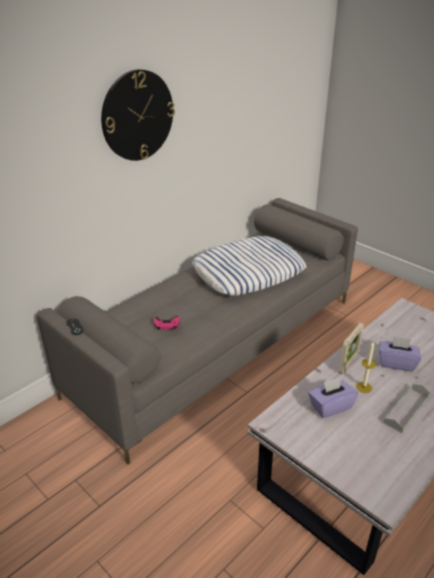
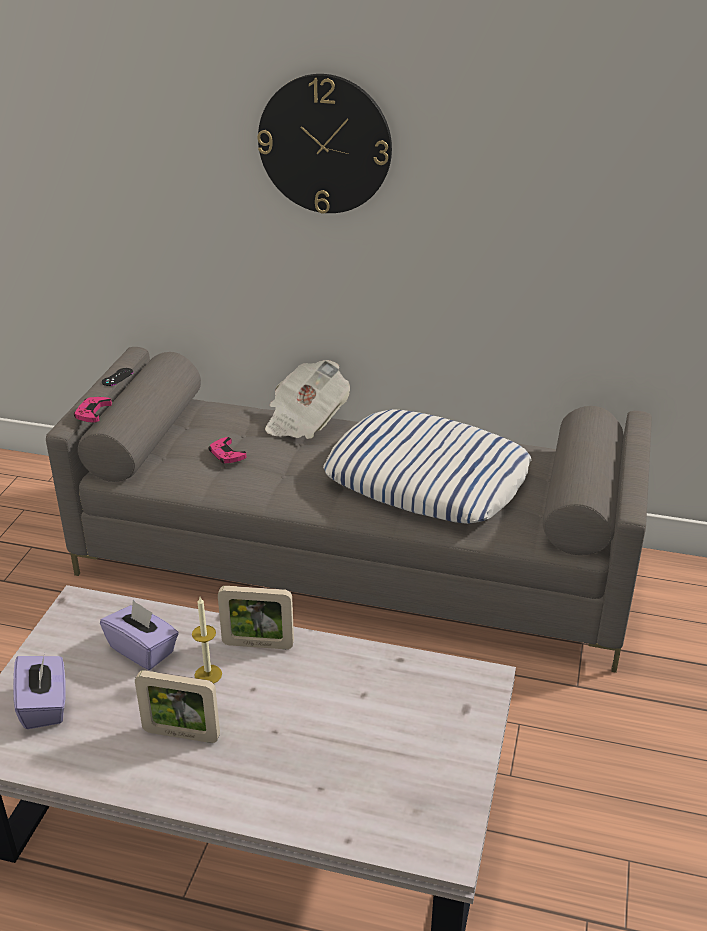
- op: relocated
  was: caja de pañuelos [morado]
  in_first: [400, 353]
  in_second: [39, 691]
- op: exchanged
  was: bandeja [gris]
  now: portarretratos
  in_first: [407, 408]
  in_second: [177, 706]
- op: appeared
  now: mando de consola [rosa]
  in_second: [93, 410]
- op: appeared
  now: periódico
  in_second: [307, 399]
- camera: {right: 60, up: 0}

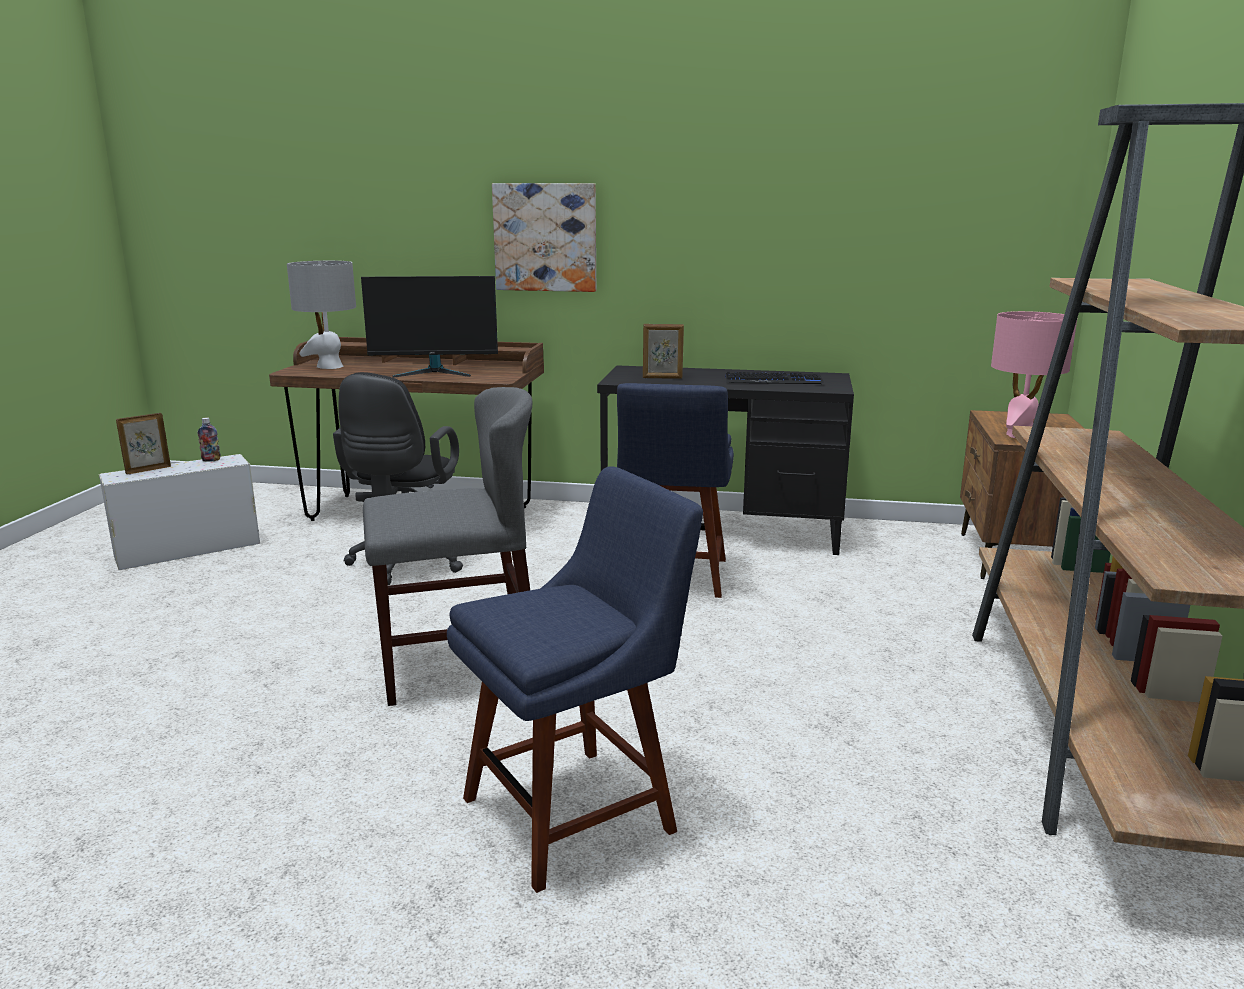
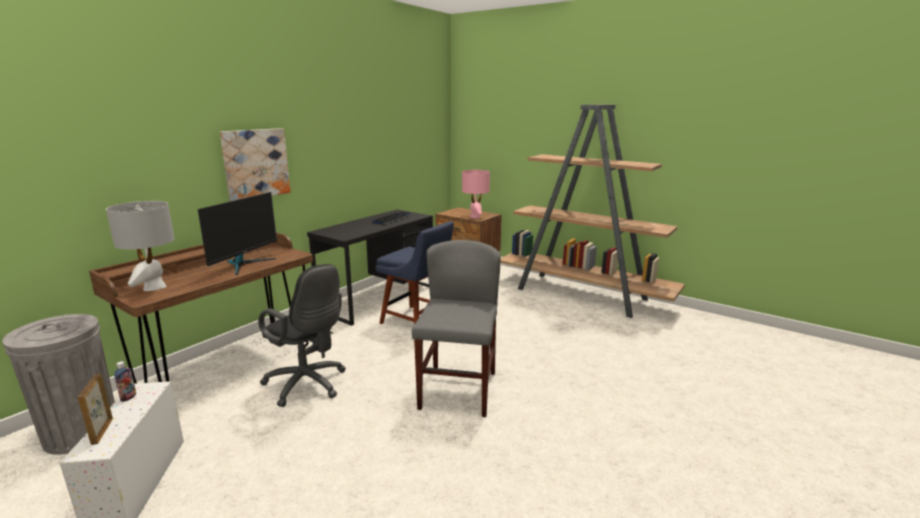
- op: missing
  was: silla [azul]
  in_first: [575, 679]
- op: missing
  was: portarretratos
  in_first: [663, 351]
- op: appeared
  now: papelera [gris]
  in_second: [58, 384]
- camera: {right: -65, up: 0}

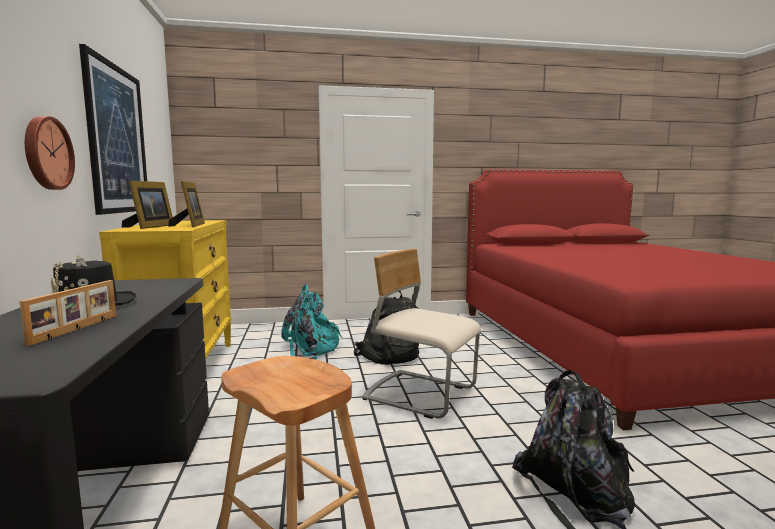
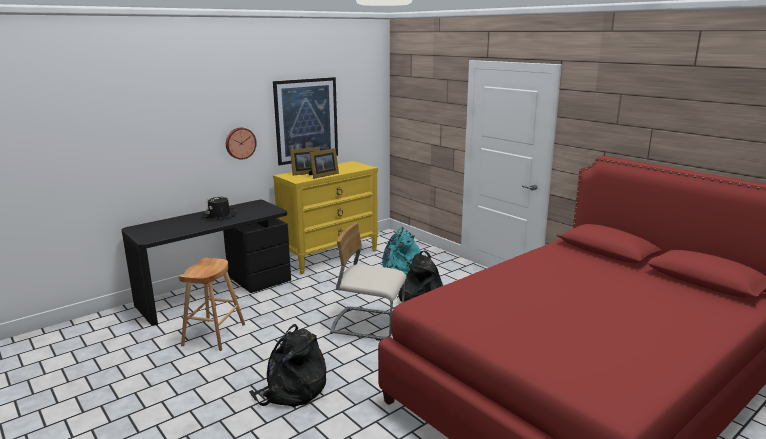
- op: missing
  was: portarretratos
  in_first: [68, 313]
- op: spun
  was: silla [beis]
  in_first: [421, 334]
  in_second: [368, 282]
  clockwise: -75
- camera: {right: 60, up: 10}

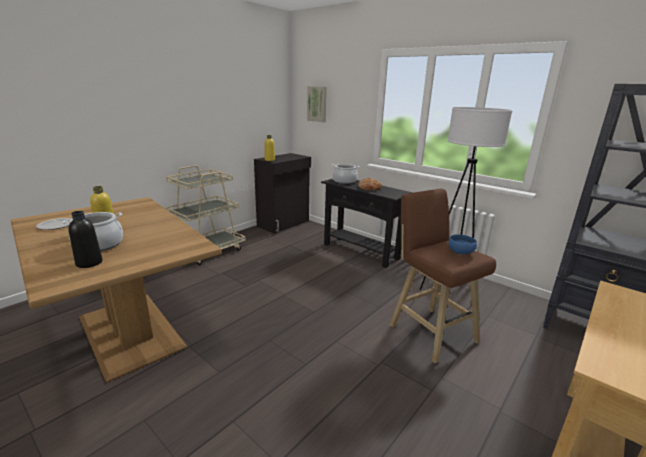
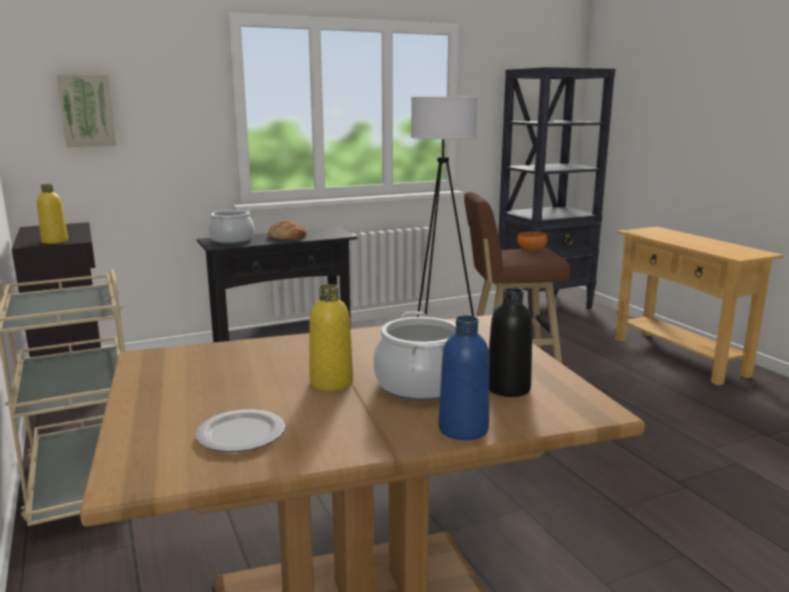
- op: colour
  was: cuenco [azul]
  now: cuenco [naranja]
  in_first: [463, 244]
  in_second: [532, 241]
- op: appeared
  now: botella [azul]
  in_second: [464, 377]
- camera: {right: -65, up: -5}

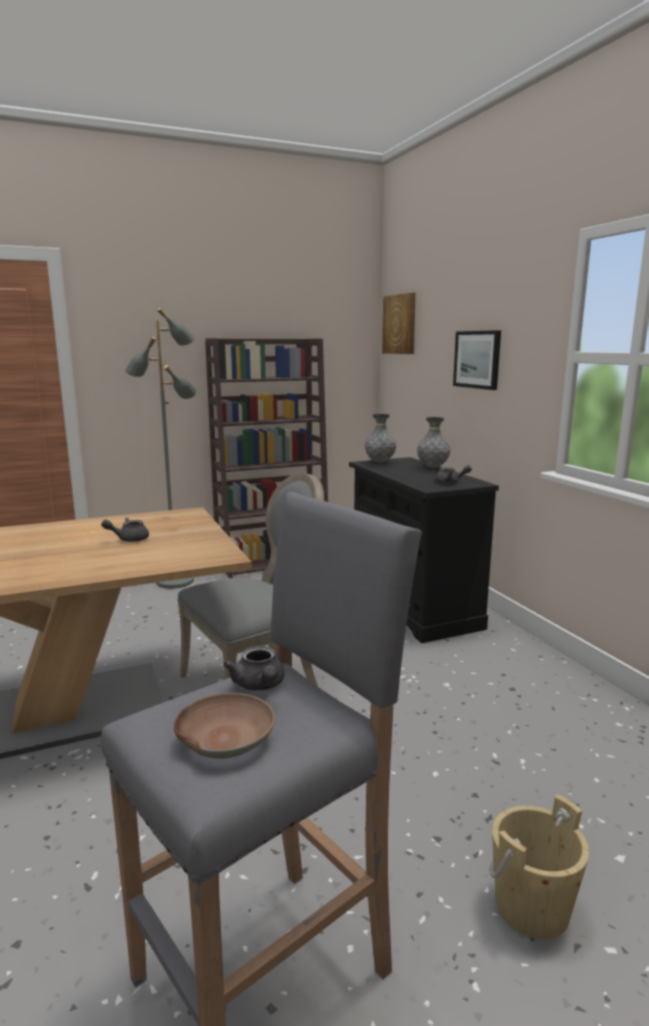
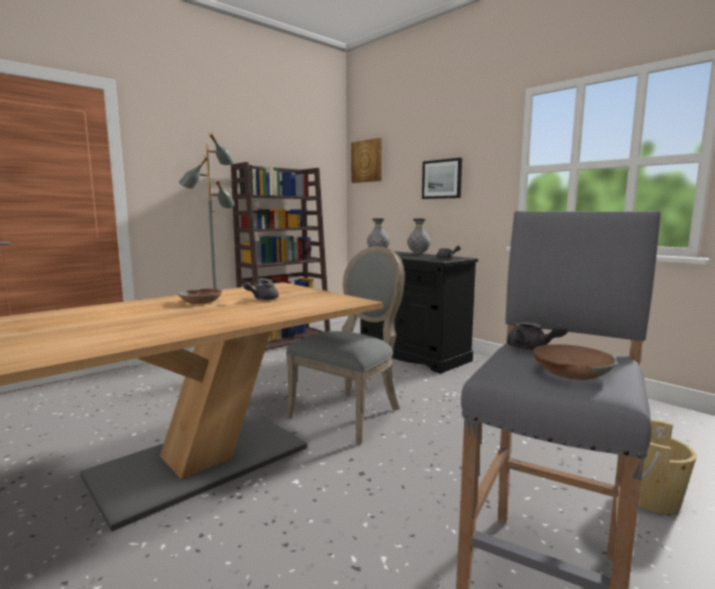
- op: appeared
  now: cuenco [marrón]
  in_second: [200, 296]
- camera: {right: -20, up: -5}

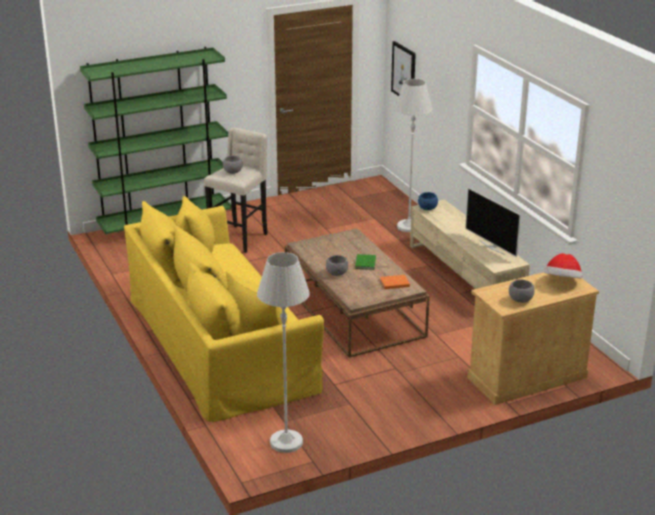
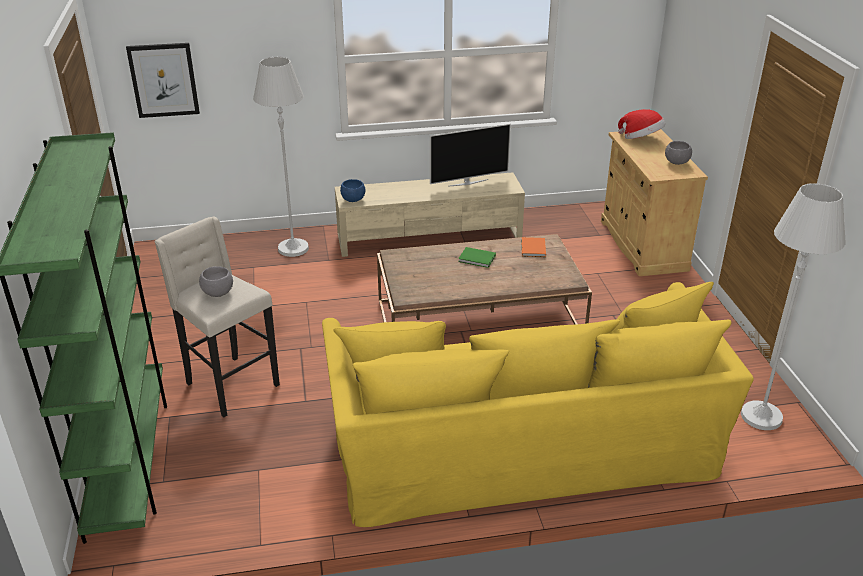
- op: missing
  was: cuenco [gris]
  in_first: [337, 265]
- camera: {right: -75, up: 5}

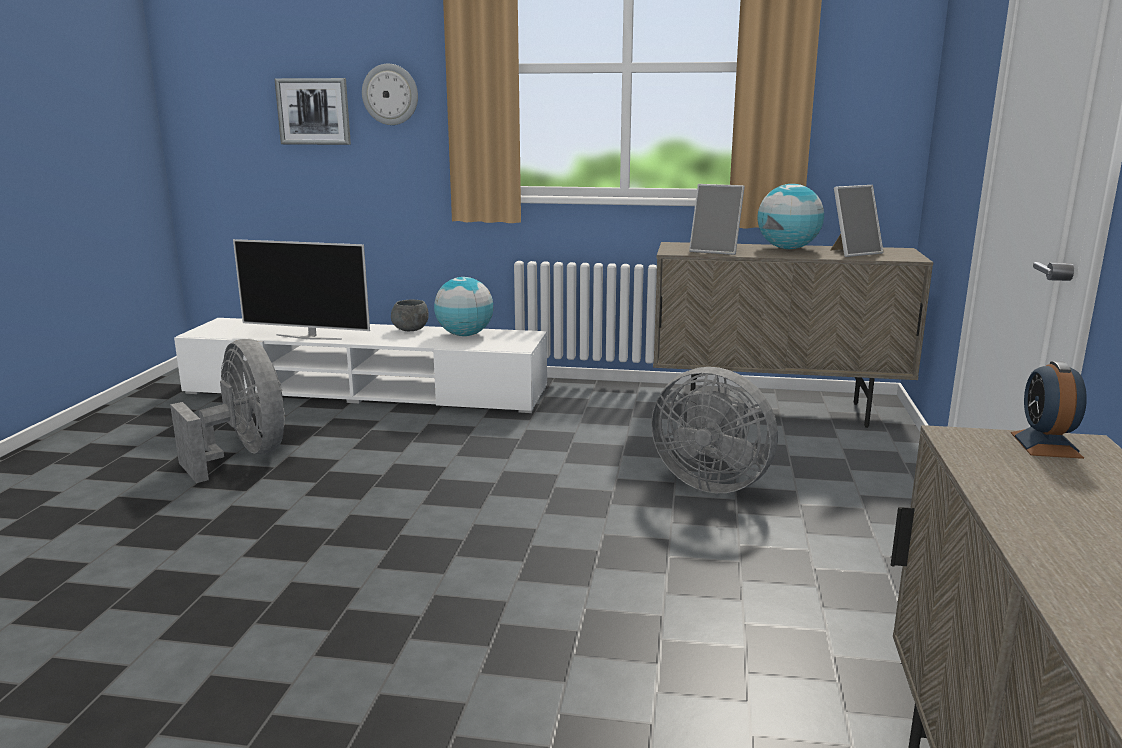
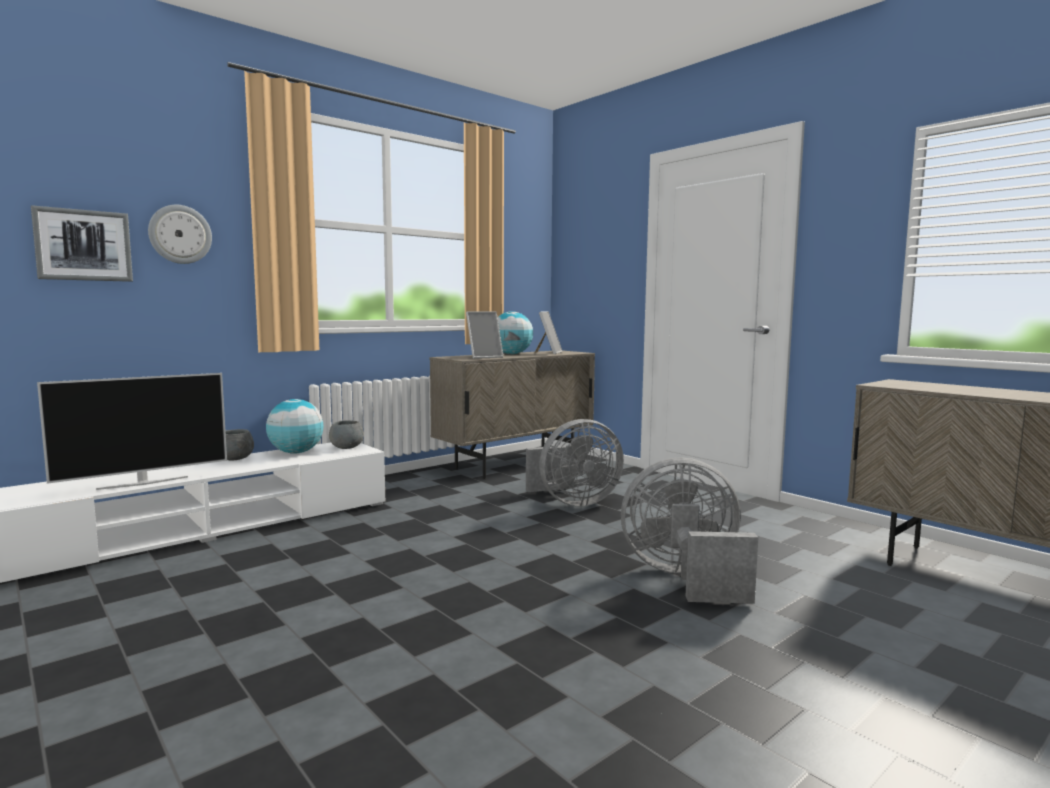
- op: relocated
  was: ventilador [gris]
  in_first: [227, 411]
  in_second: [690, 530]
- op: missing
  was: despertador
  in_first: [1049, 410]
- op: appeared
  now: cuenco [gris]
  in_second: [346, 434]
- camera: {right: -50, up: -10}

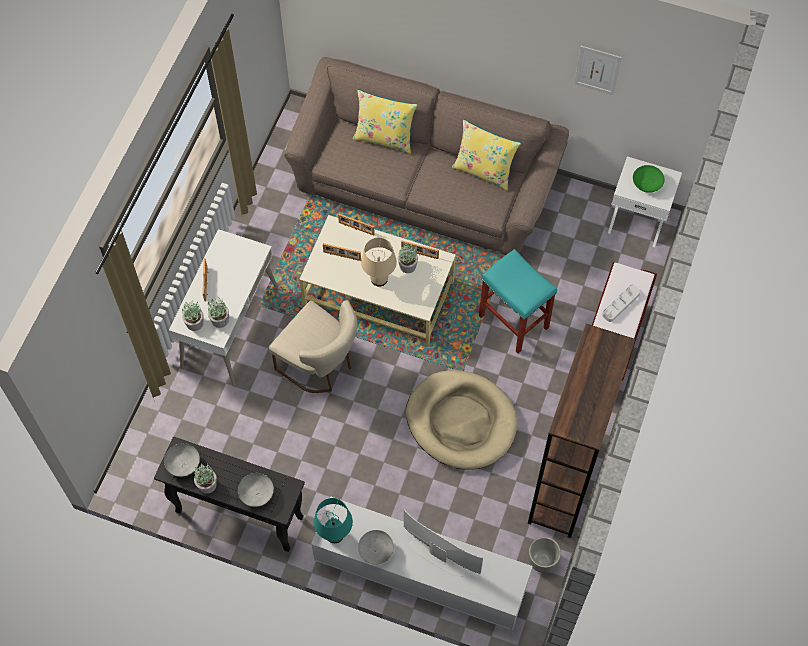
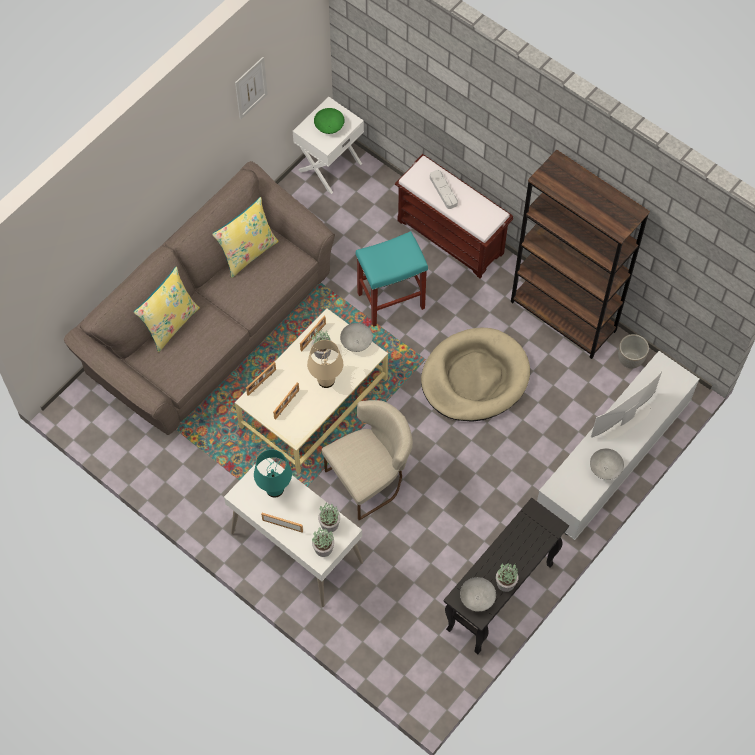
- op: relocated
  was: cuenco [gris]
  in_first: [256, 490]
  in_second: [356, 337]
- op: relocated
  was: lámpara de mesa [turquesa]
  in_first: [333, 520]
  in_second: [273, 473]
- camera: {right: -70, up: 0}

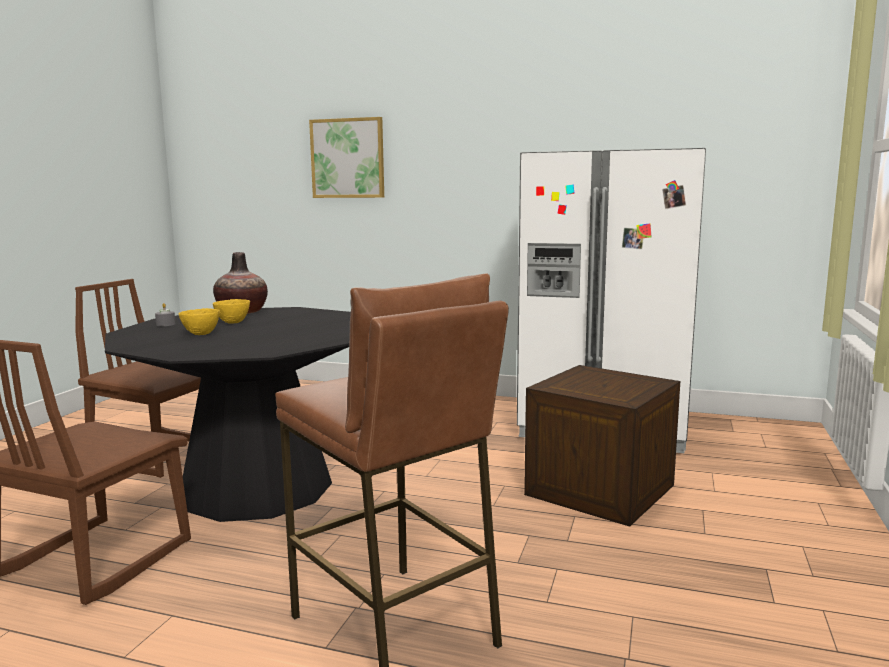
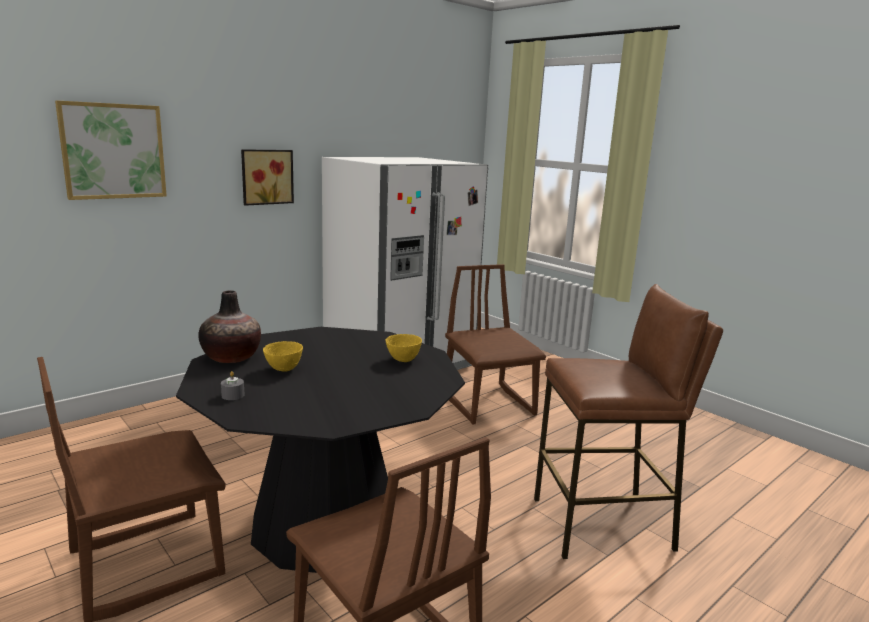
- op: relocated
  was: cuenco [amarillo]
  in_first: [199, 321]
  in_second: [404, 348]
- op: exchanged
  was: caja de embalaje
  now: silla [marrón]
  in_first: [602, 446]
  in_second: [495, 344]
- op: appeared
  now: cuadro
  in_second: [267, 177]
- camera: {right: -60, up: 5}

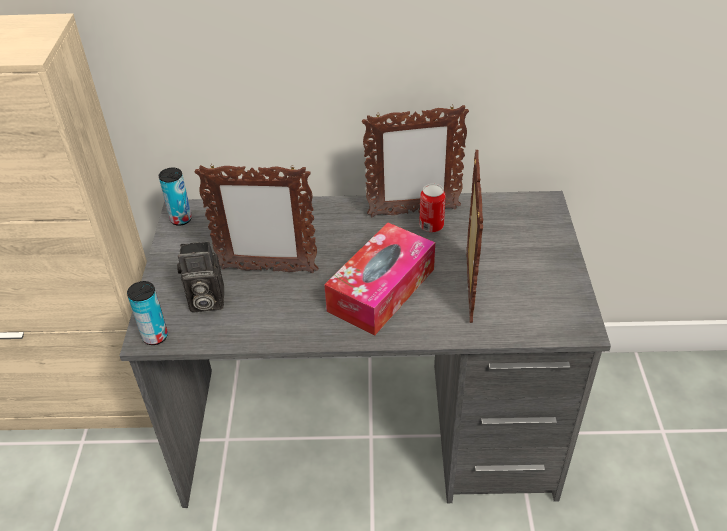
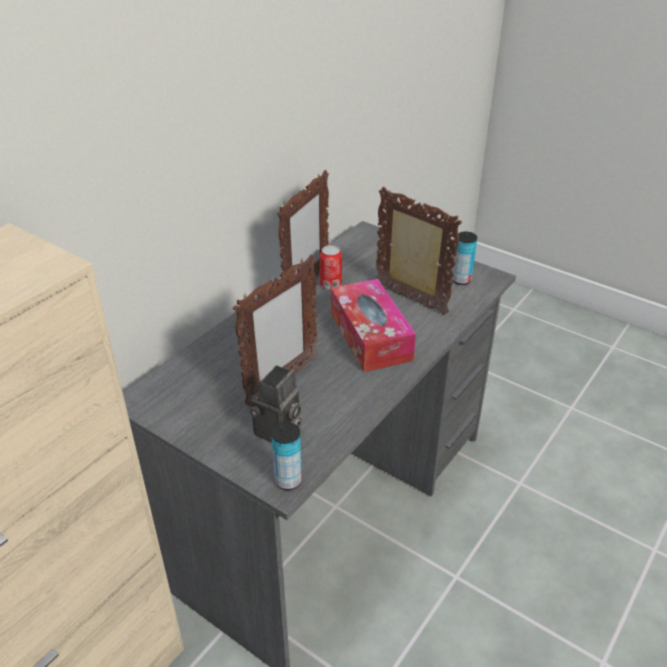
- op: relocated
  was: lata
  in_first: [175, 197]
  in_second: [464, 258]
- camera: {right: -55, up: -5}

